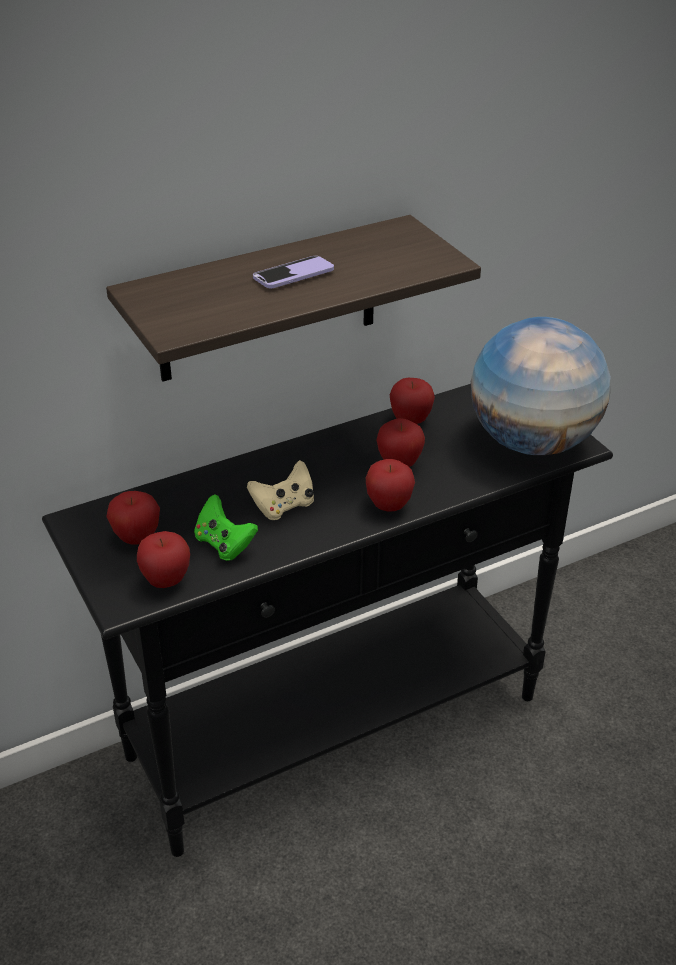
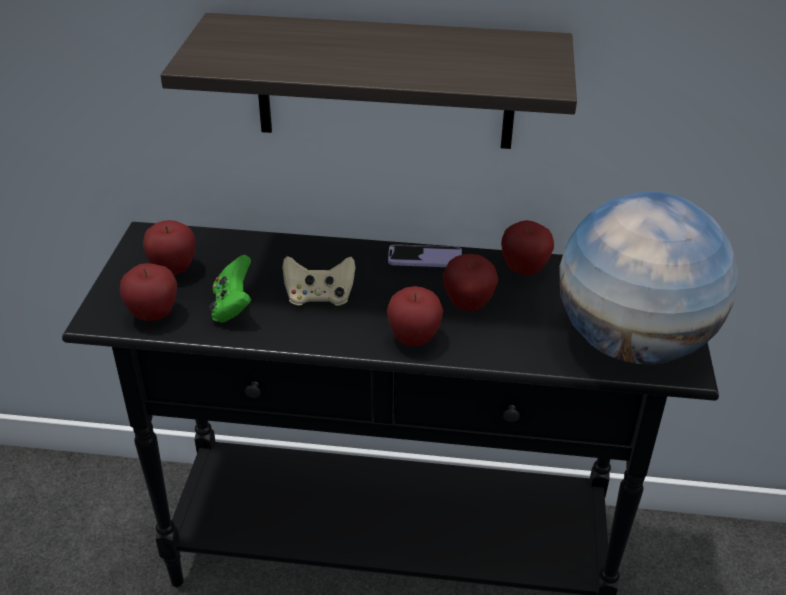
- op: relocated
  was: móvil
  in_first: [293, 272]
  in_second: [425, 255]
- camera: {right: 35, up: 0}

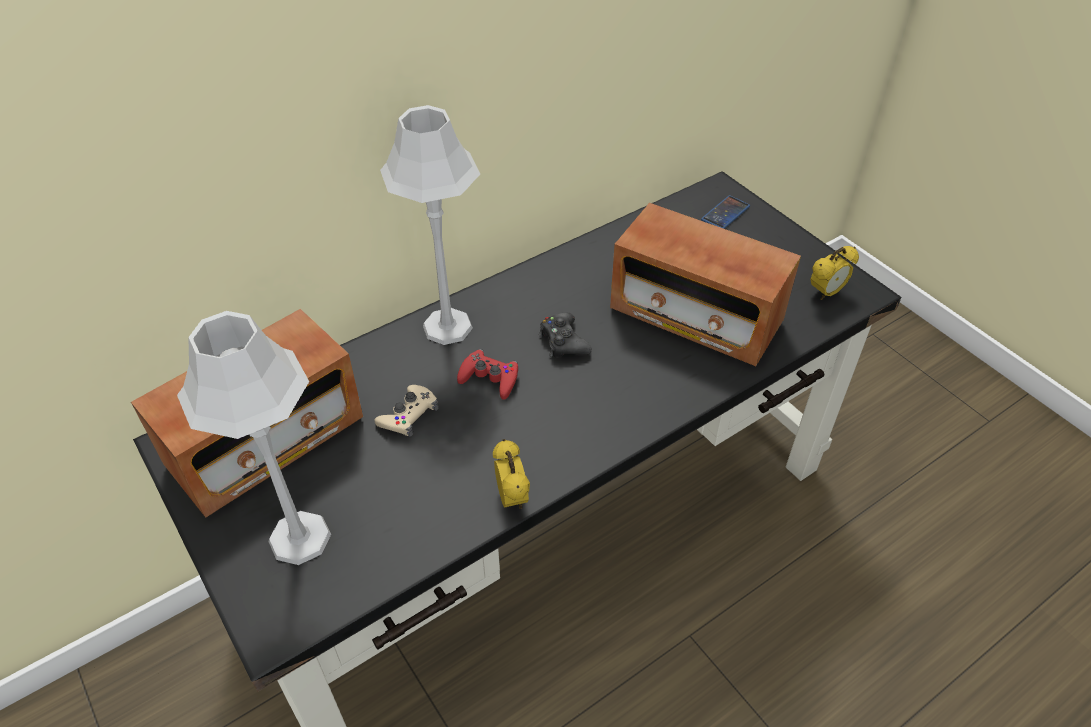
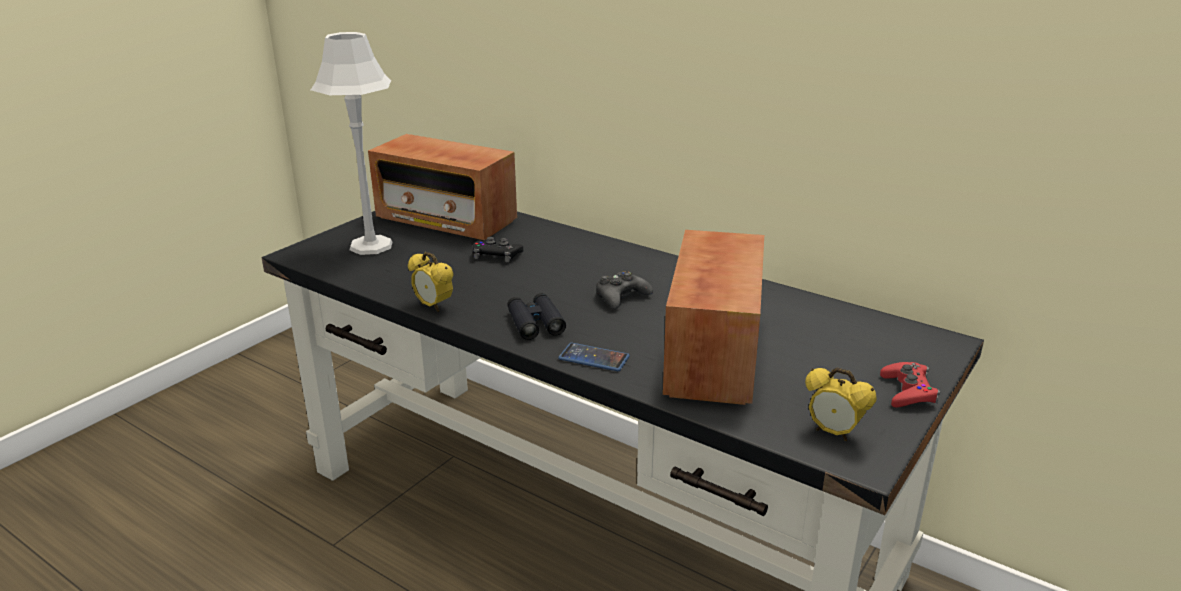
- op: colour
  was: mando de consola [beis]
  now: mando de consola [negro]
  in_first: [407, 411]
  in_second: [498, 249]
- op: missing
  was: lámpara de mesa [gris]
  in_first: [430, 225]
- op: relocated
  was: mando de consola [rojo]
  in_first: [487, 374]
  in_second: [910, 385]
- op: spun
  was: despertador
  in_first: [511, 474]
  in_second: [431, 282]
  clockwise: 75
- op: relocated
  was: móvil
  in_first: [725, 212]
  in_second: [594, 357]
- op: appeared
  now: prismáticos [negro]
  in_second: [536, 316]
- camera: {right: 70, up: -20}

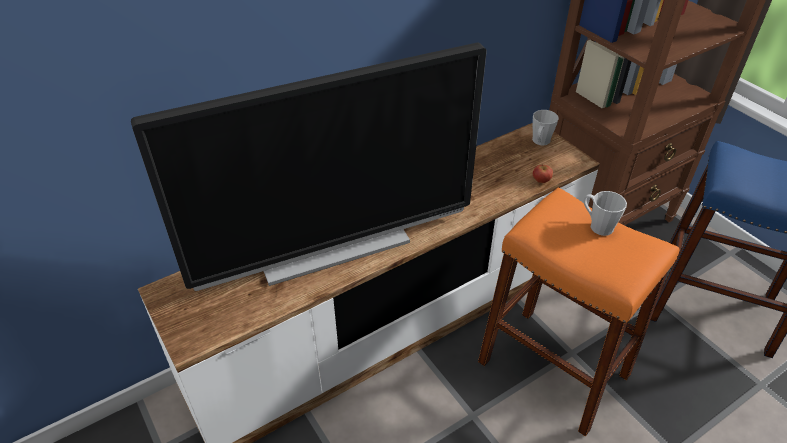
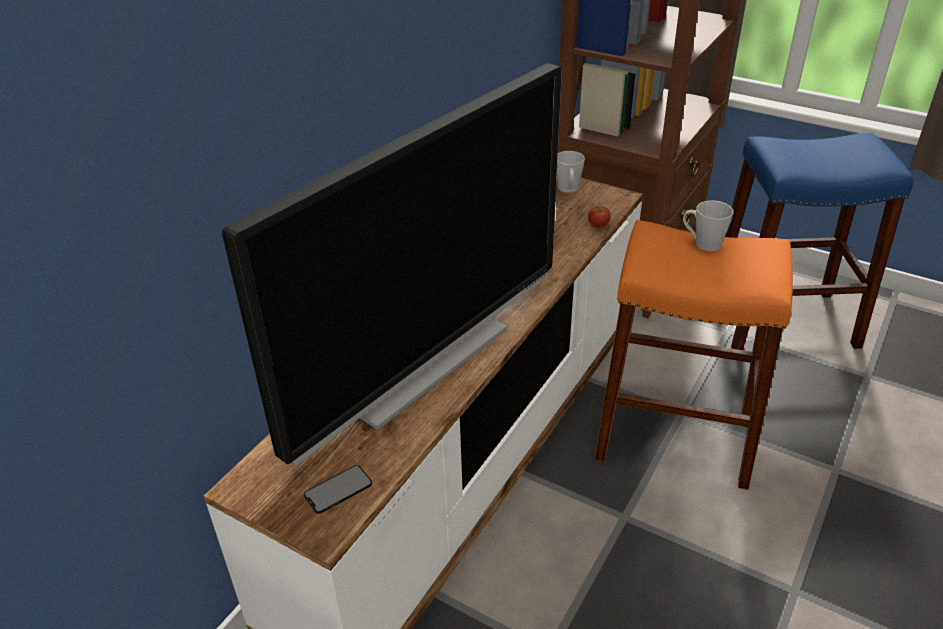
- op: appeared
  now: móvil
  in_second: [338, 489]
- camera: {right: -25, up: -5}

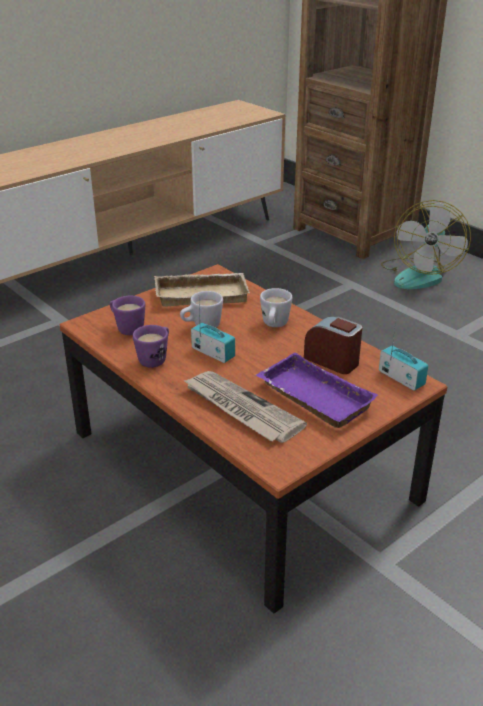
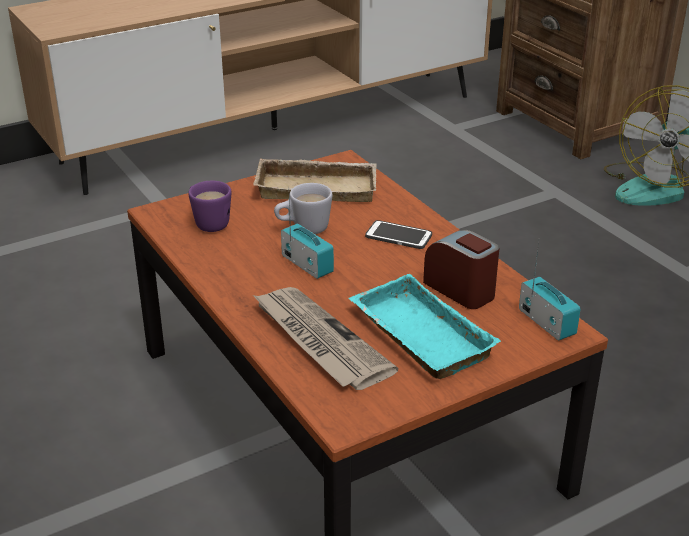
- op: missing
  was: taza grande [morado]
  in_first: [151, 346]
- op: colour
  was: bandeja [morado]
  now: bandeja [turquesa]
  in_first: [317, 390]
  in_second: [425, 326]
- op: exchanged
  was: taza grande [blanco]
  now: móvil
  in_first: [276, 307]
  in_second: [398, 234]
- camera: {right: 10, up: 0}

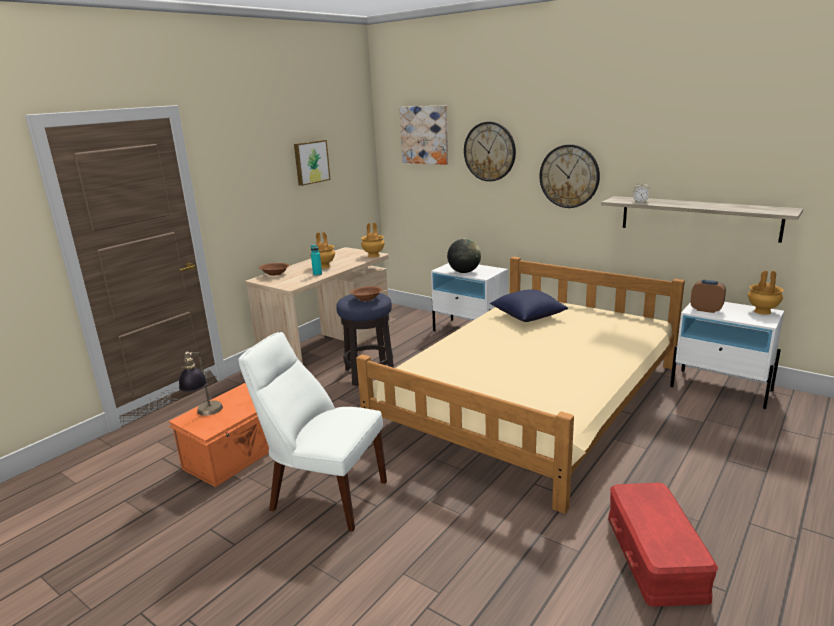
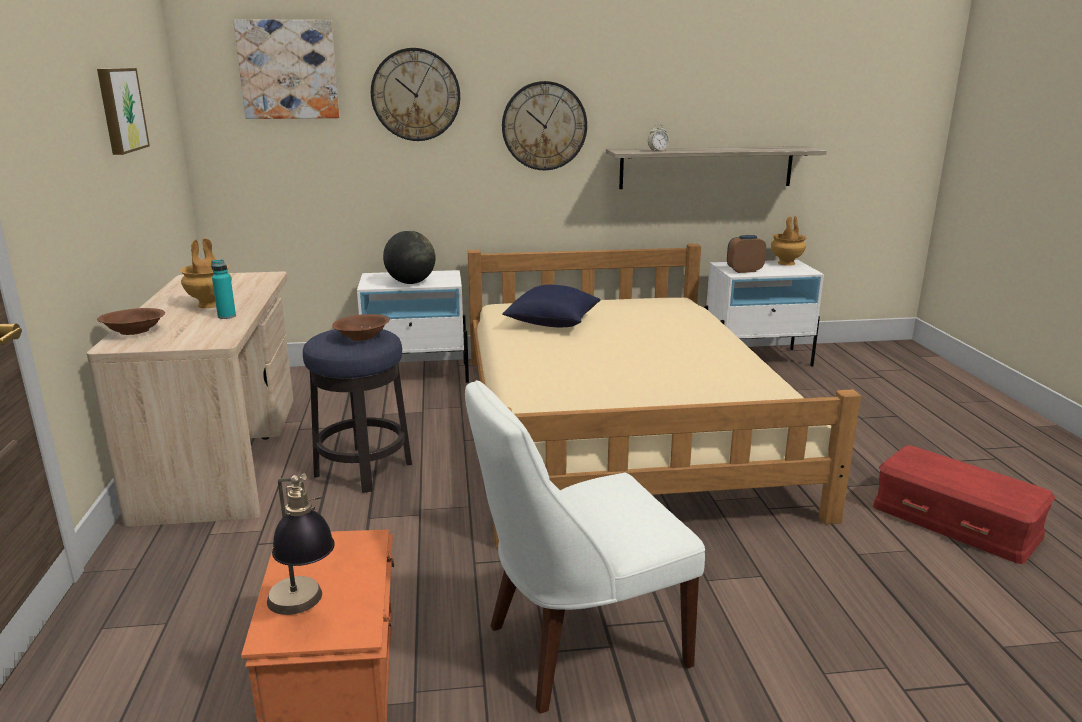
- op: missing
  was: florero [marrón]
  in_first: [373, 239]
- camera: {right: -45, up: 0}

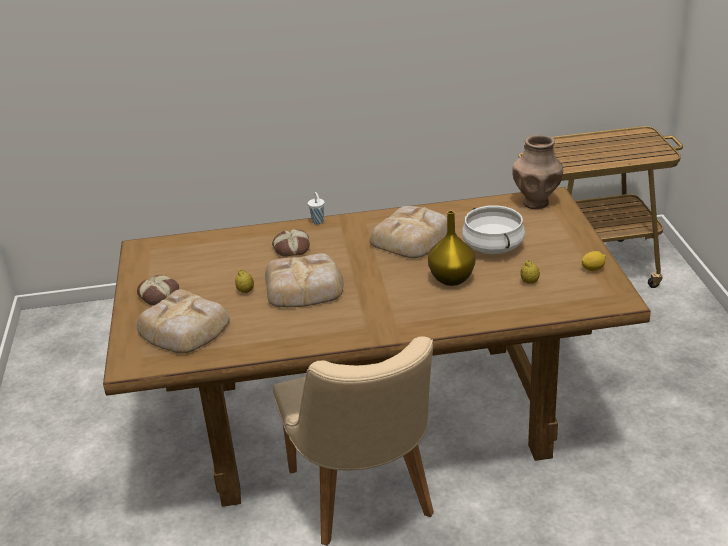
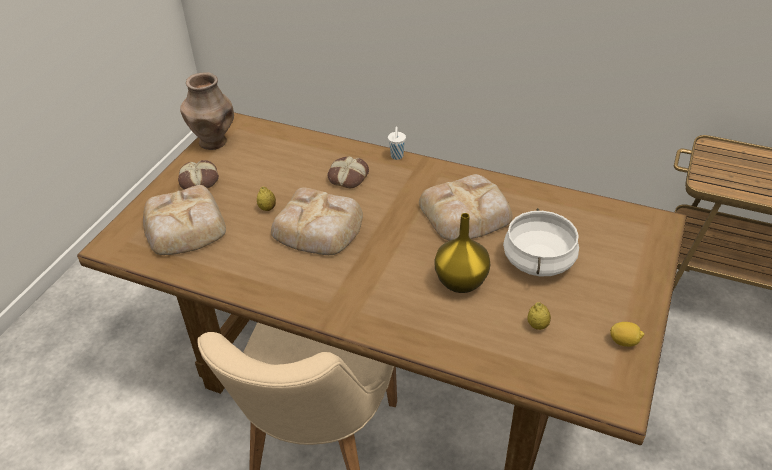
- op: relocated
  was: florero [marrón]
  in_first: [537, 171]
  in_second: [207, 111]
- camera: {right: 30, up: 10}

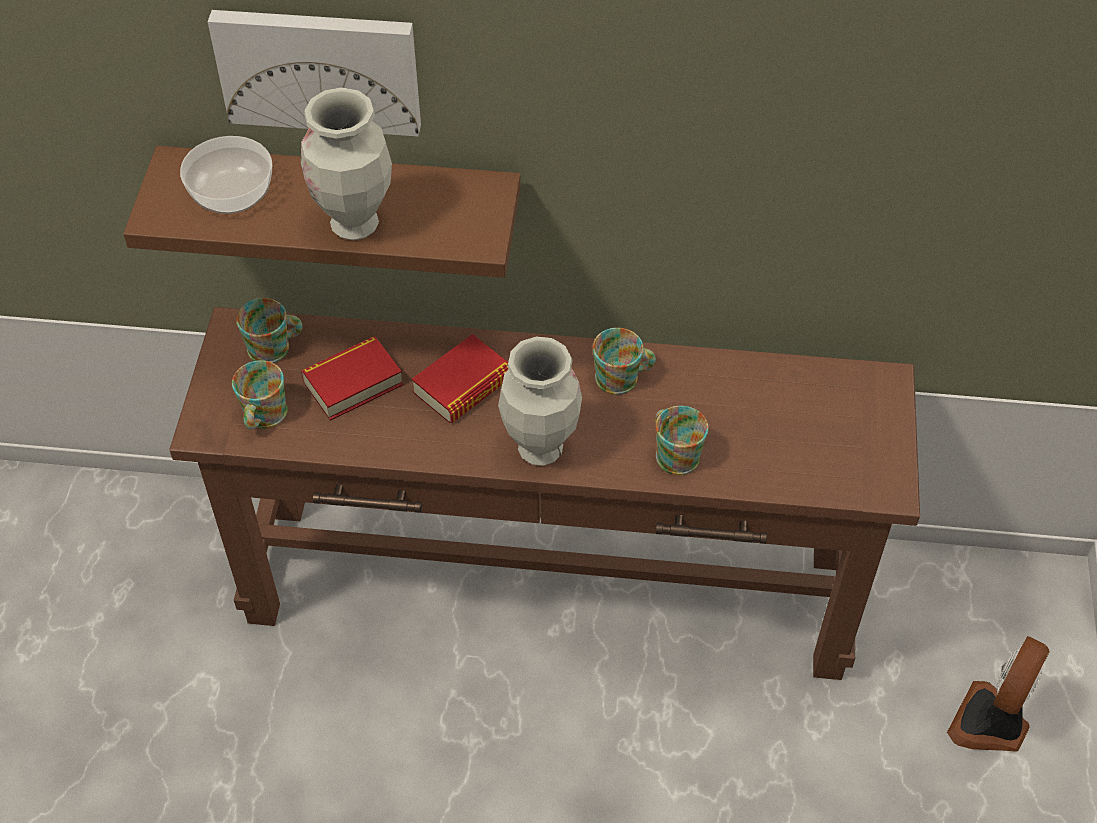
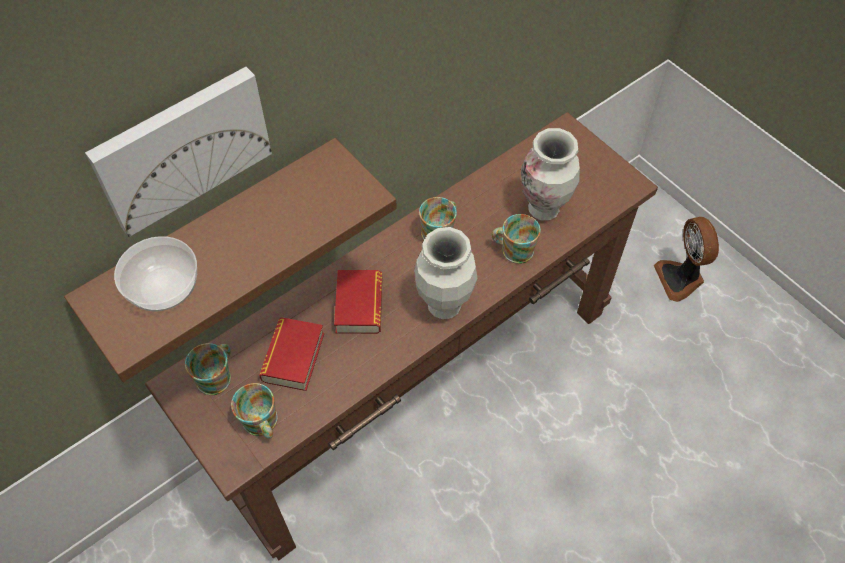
- op: relocated
  was: florero
  in_first: [346, 164]
  in_second: [550, 174]
- camera: {right: -45, up: 5}

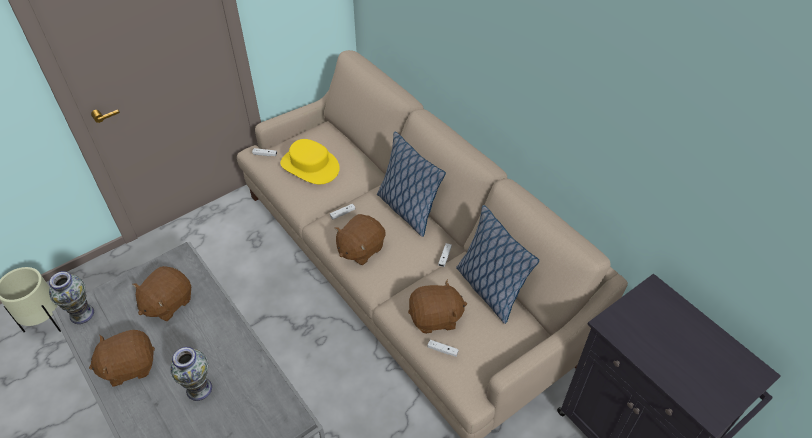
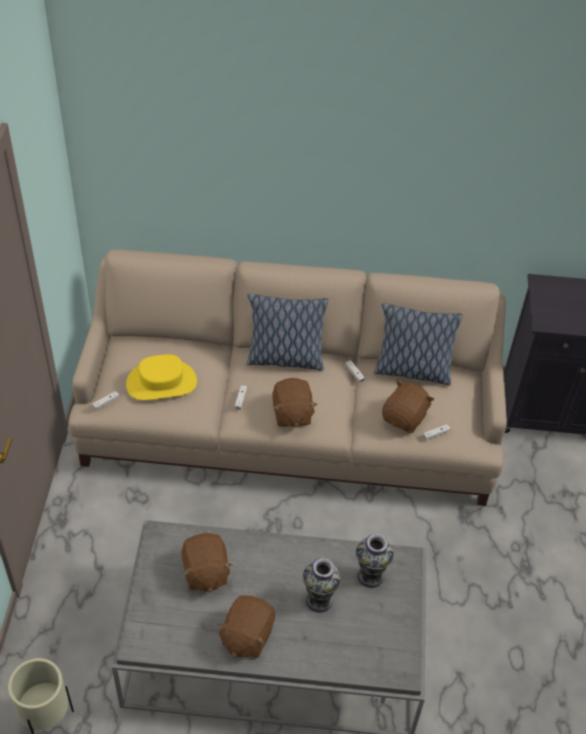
- op: relocated
  was: florero
  in_first: [71, 297]
  in_second: [374, 561]
- camera: {right: -50, up: 0}

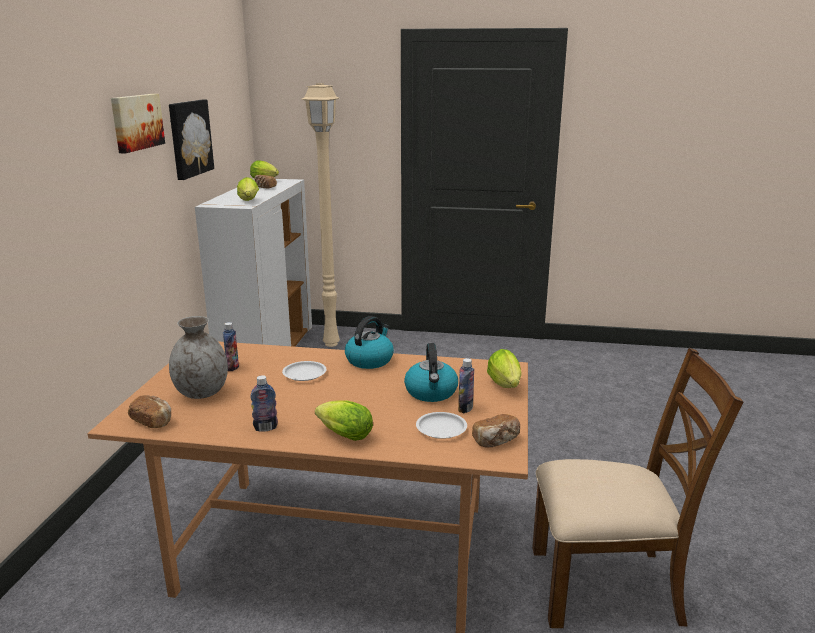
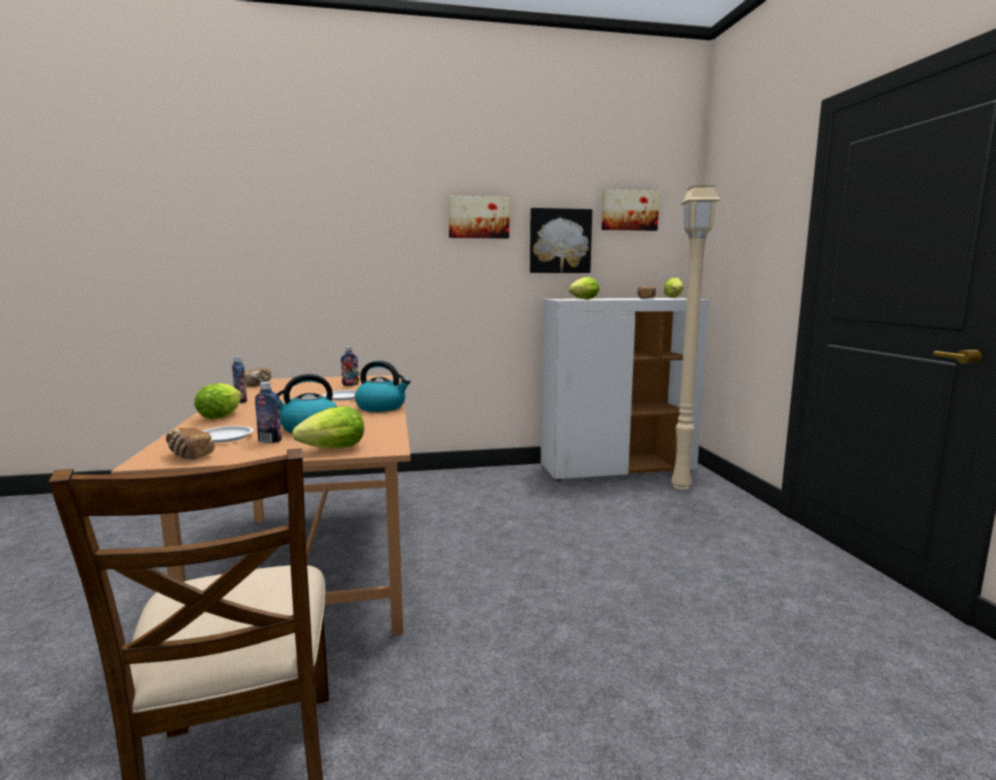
- op: missing
  was: florero [gris]
  in_first: [198, 357]
- op: appeared
  now: cuadro
  in_second: [630, 210]
- camera: {right: 70, up: -10}

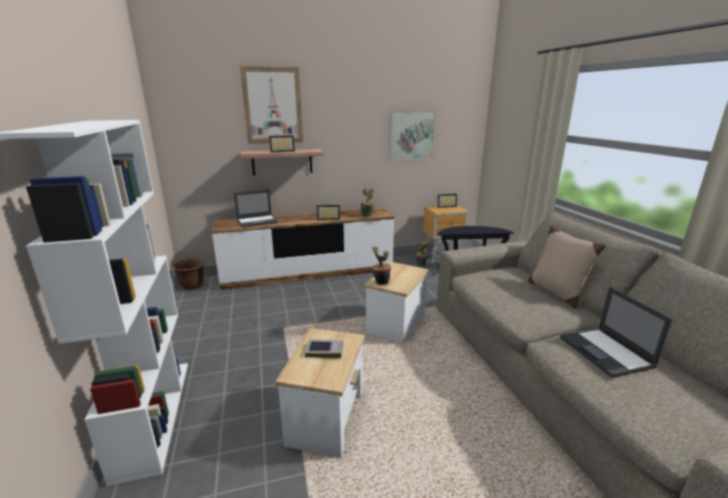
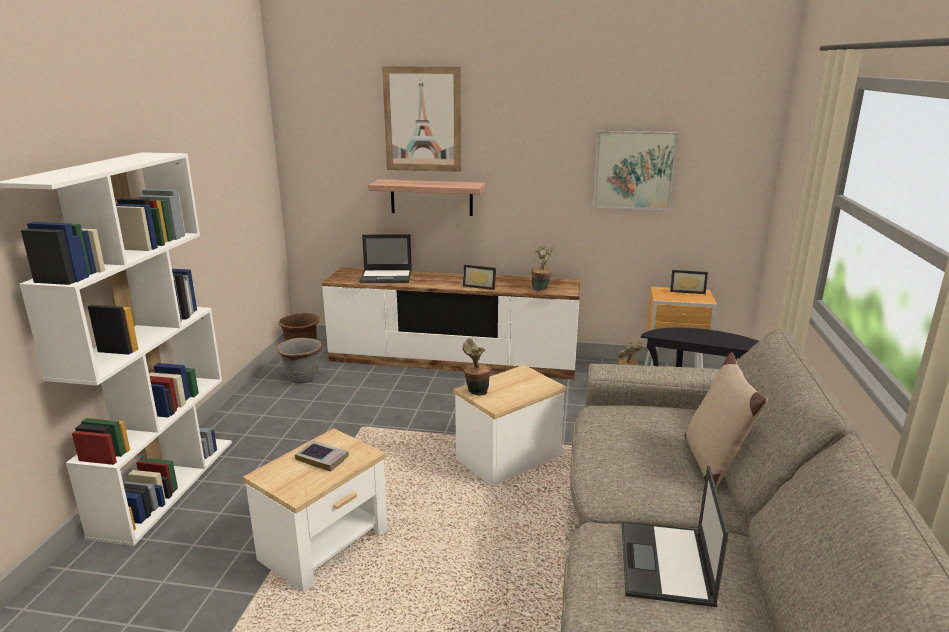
- op: missing
  was: portarretratos
  in_first: [282, 143]
- op: appeared
  now: maceta [gris]
  in_second: [299, 361]
- camera: {right: 25, up: 0}

